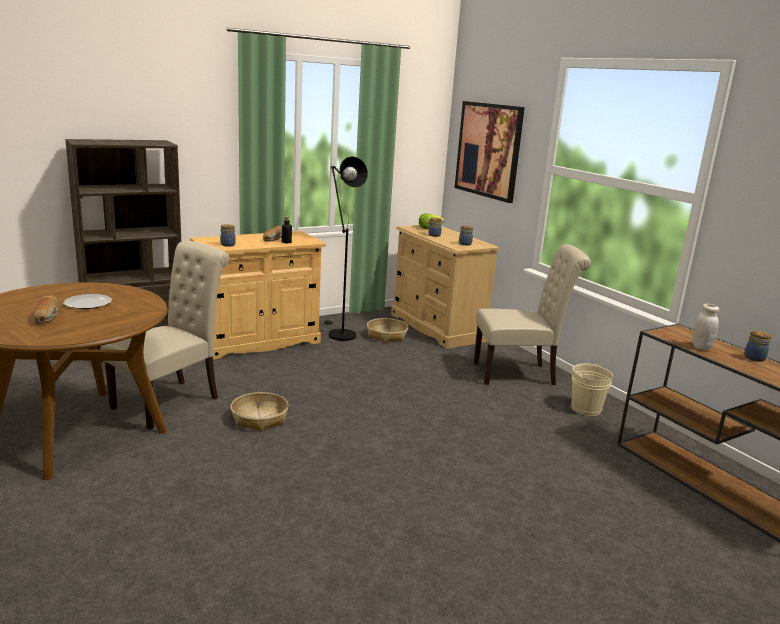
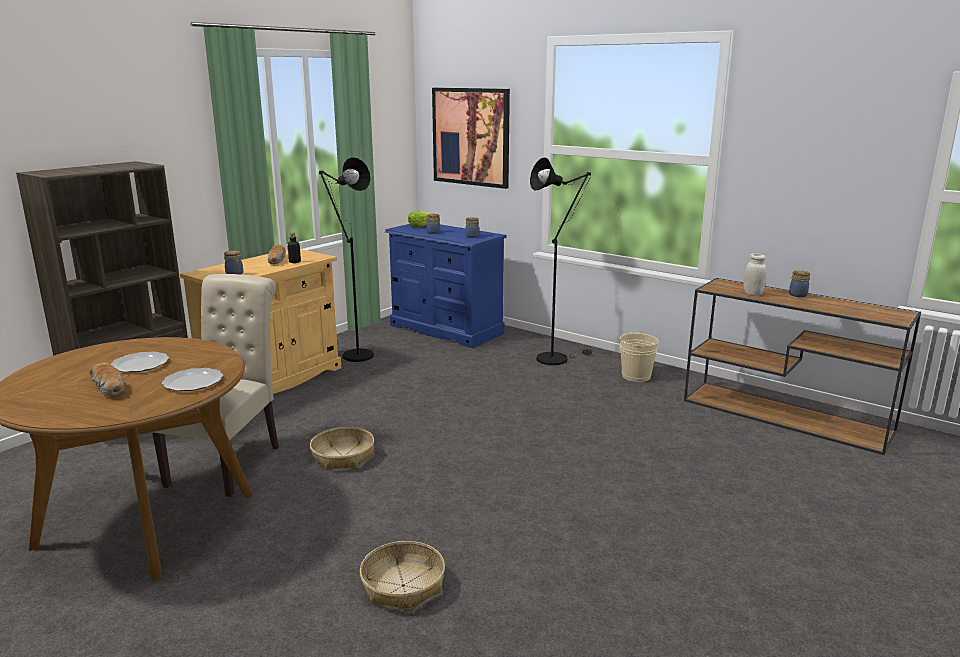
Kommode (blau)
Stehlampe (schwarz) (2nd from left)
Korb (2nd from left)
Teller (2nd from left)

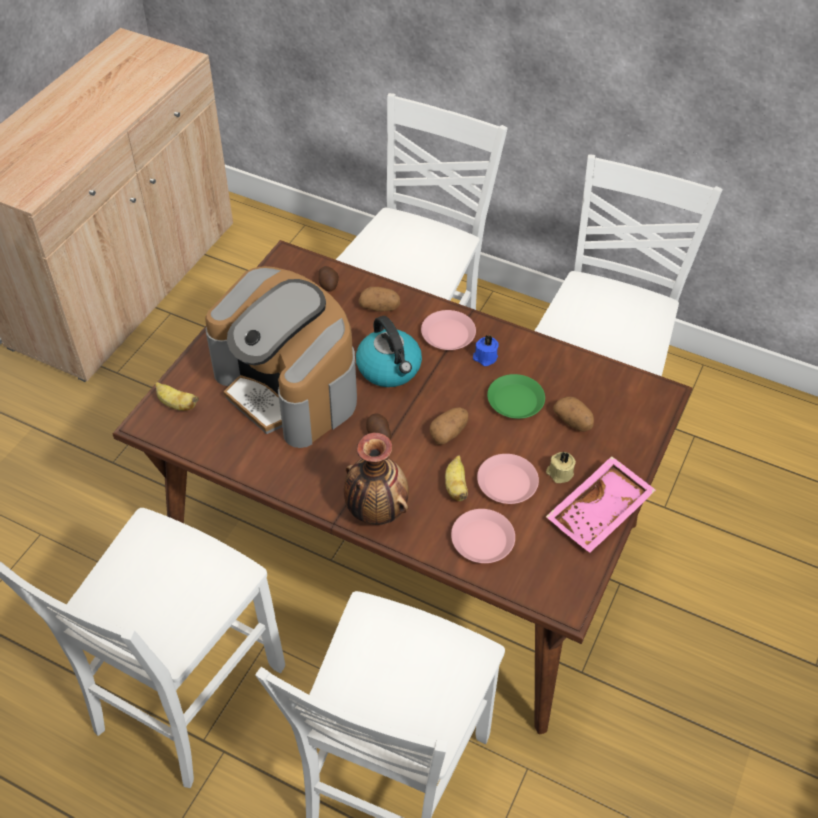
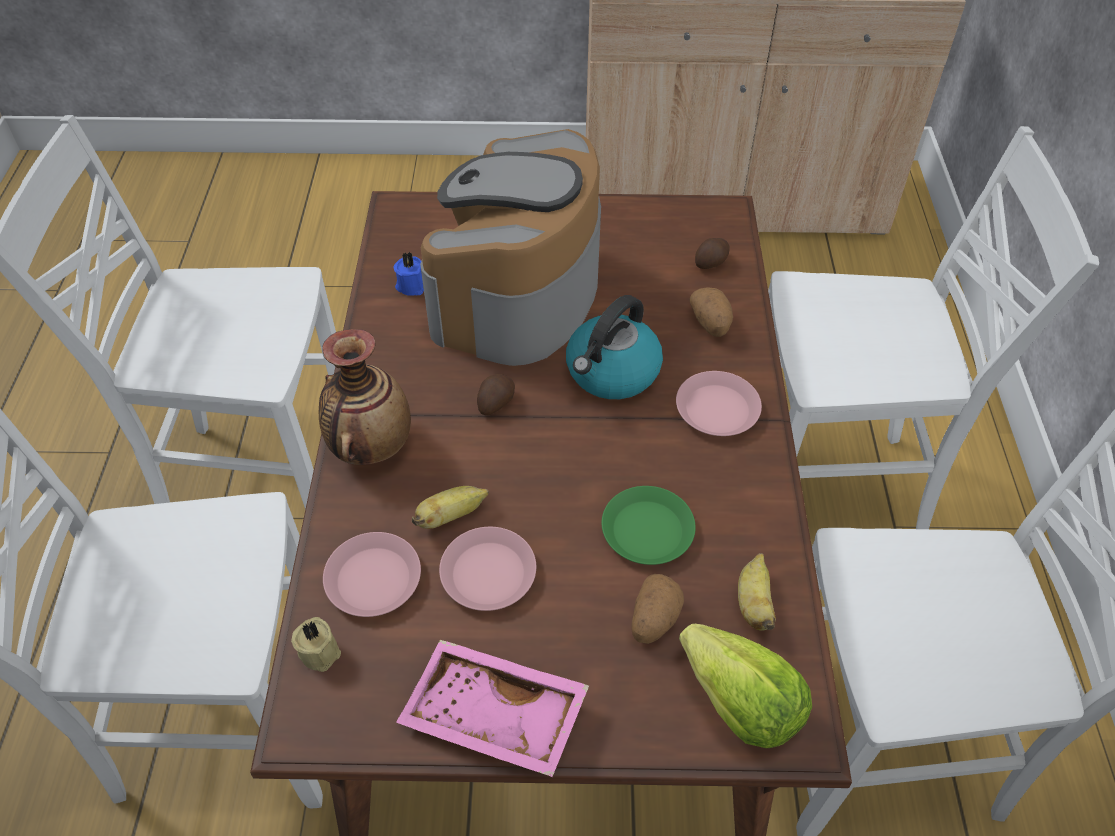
Kerze (blau)
Banane (2nd from left)
Kartoffel (4th from left in the first image)
Kerze (beige)
Salatkopf

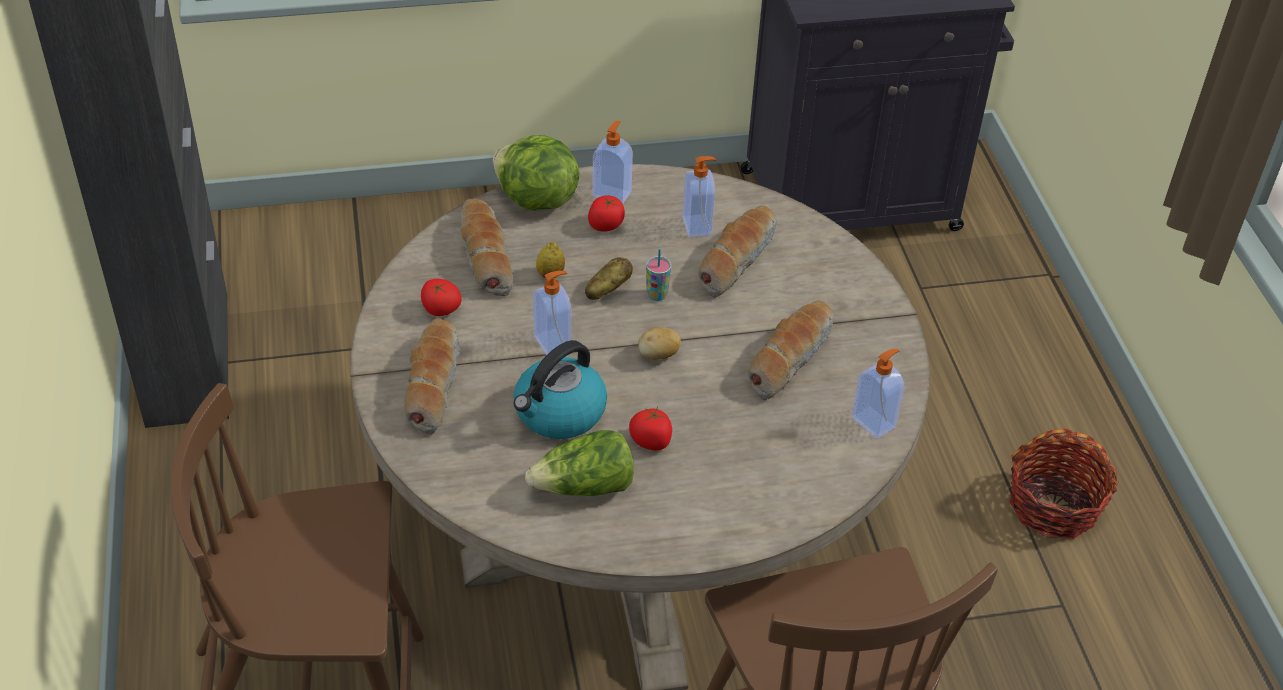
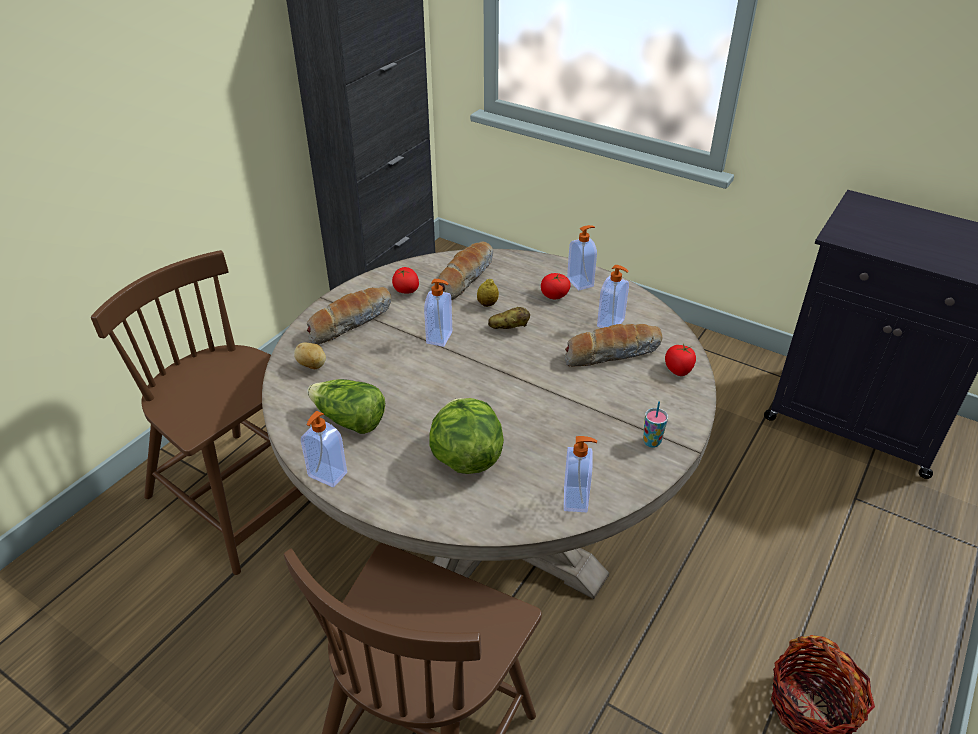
Salatkopf (2nd from left)
Tasse
Brot (4th from left in the first image)
Kartoffel (1st from left)
Wasserkessel
Tomate (3rd from left)
Seifenspender (1st from left)

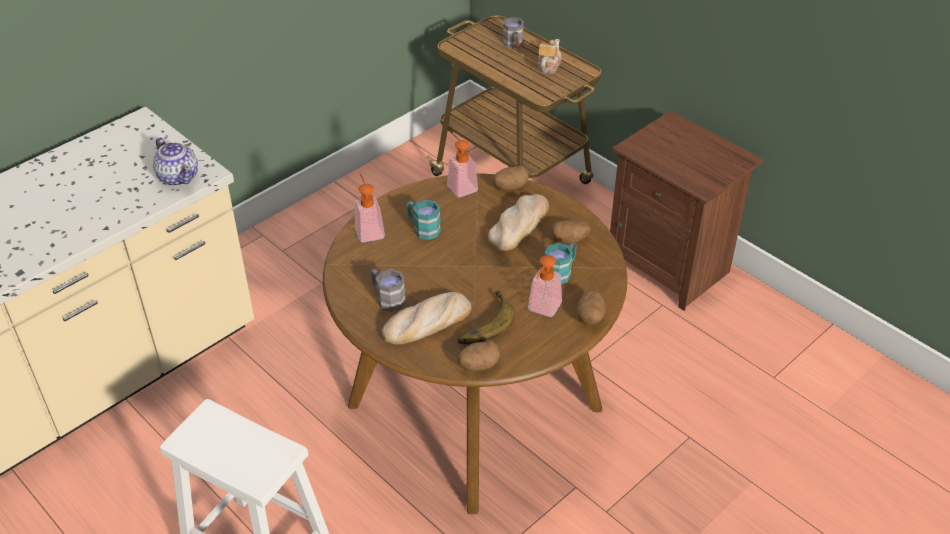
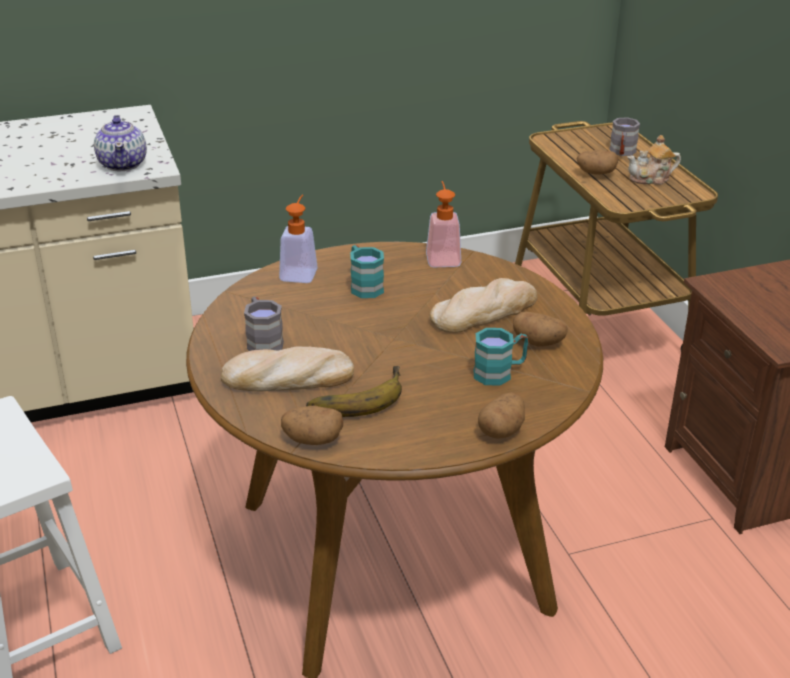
Teekanne (2nd from left)
Kartoffel (4th from left)
Seifenspender (3rd from left in the first image)

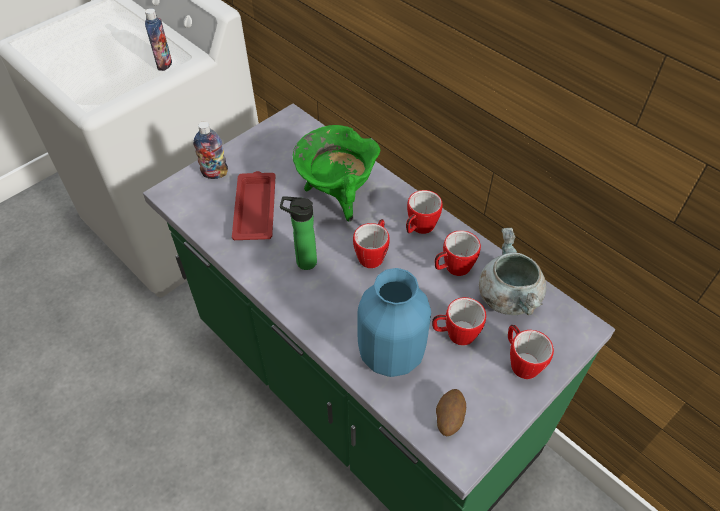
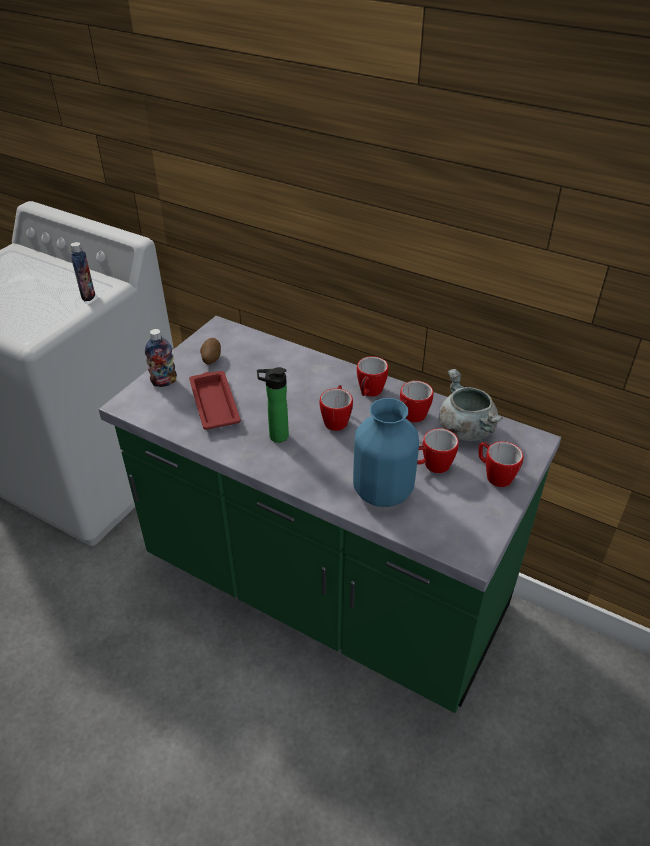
Kochtopf (grün)
Kartoffel

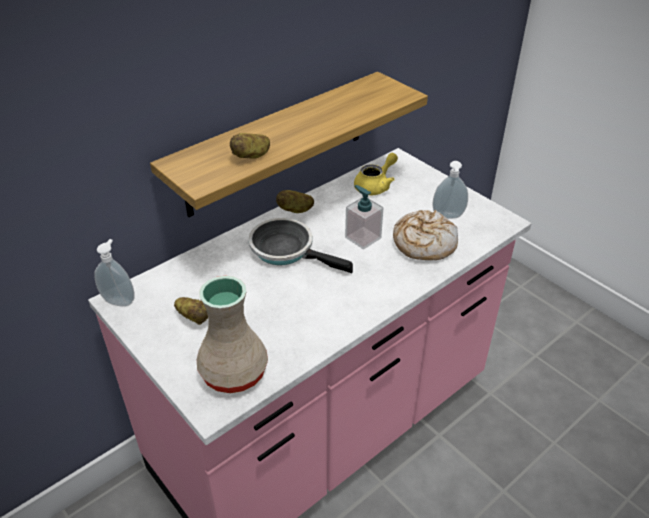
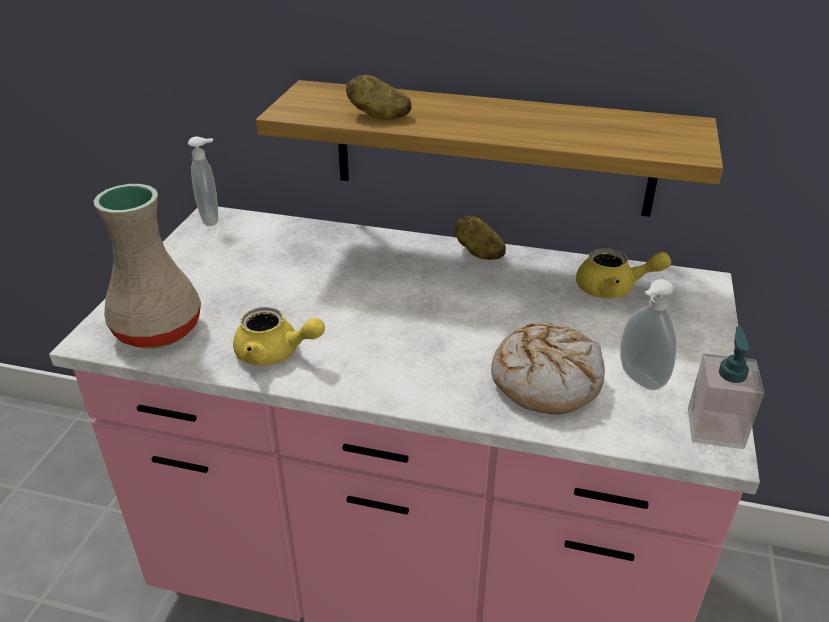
Seifenspender (3rd from left)
Pfanne
Kartoffel (1st from left in the first image)
Teekanne (gelb) (1st from left)

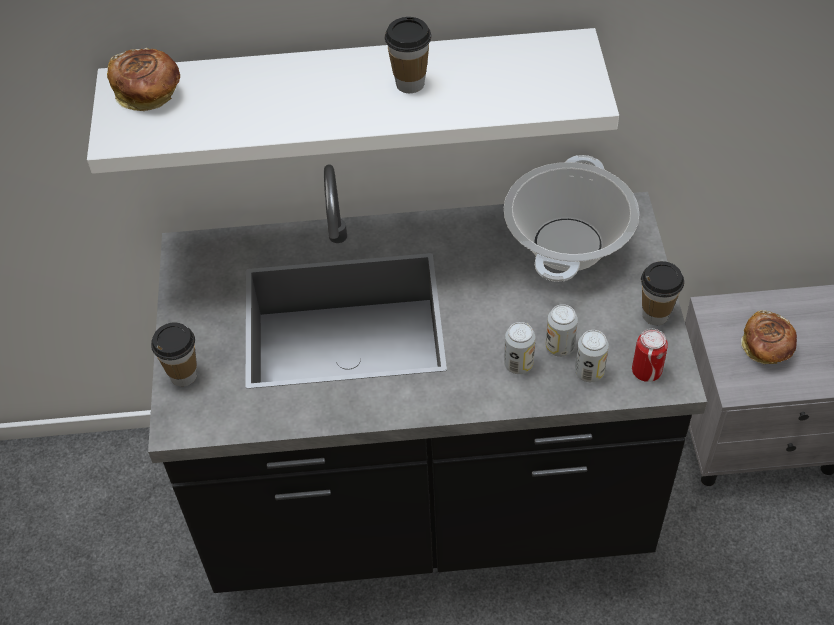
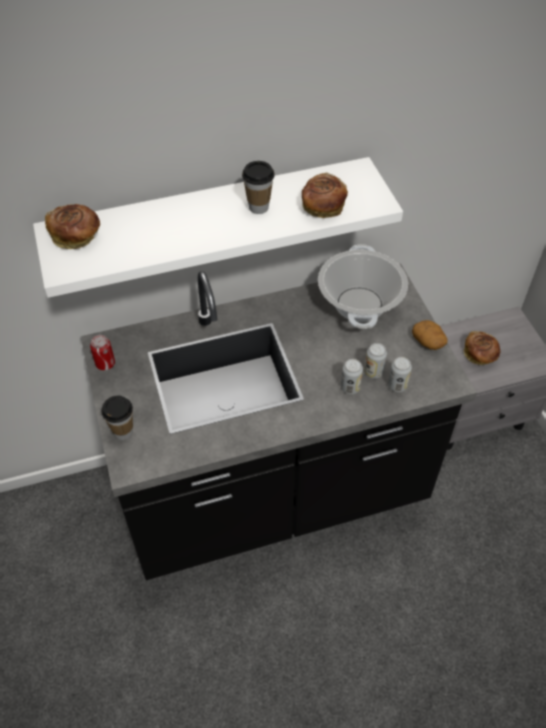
Kartoffel
Dose (1st from left)
Brot (2nd from left)

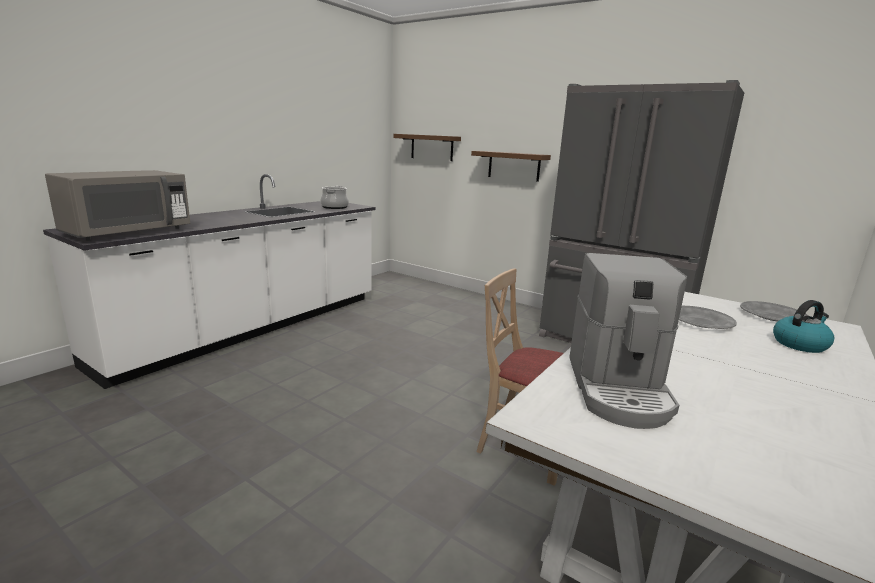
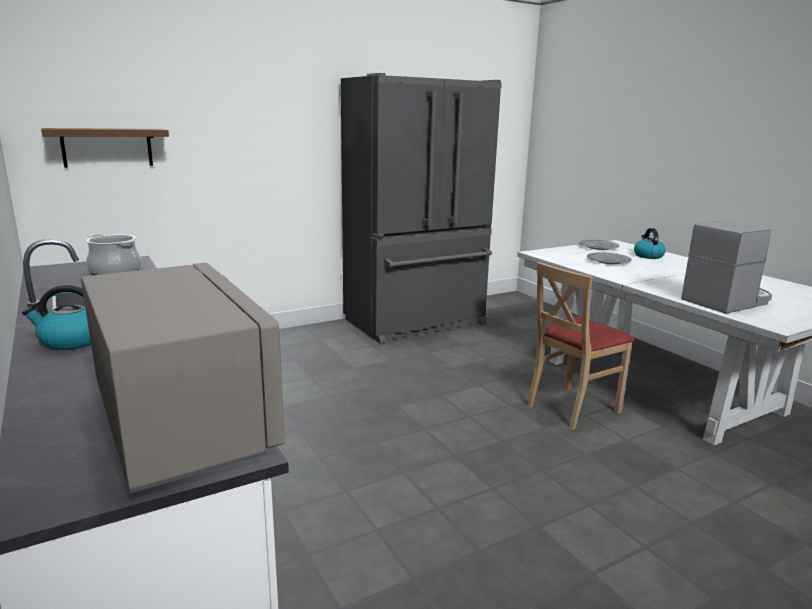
Wandregal (braun) (2nd from left in the first image)
Kaffeemaschine
Wasserkessel (1st from left)

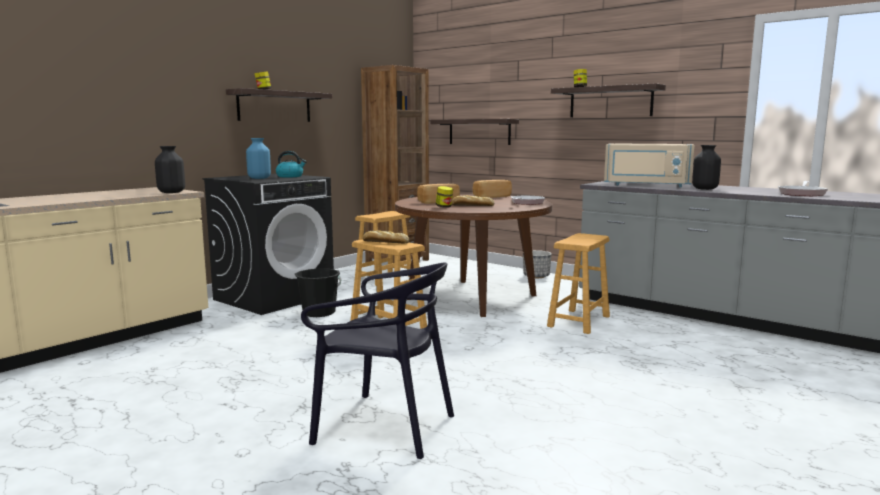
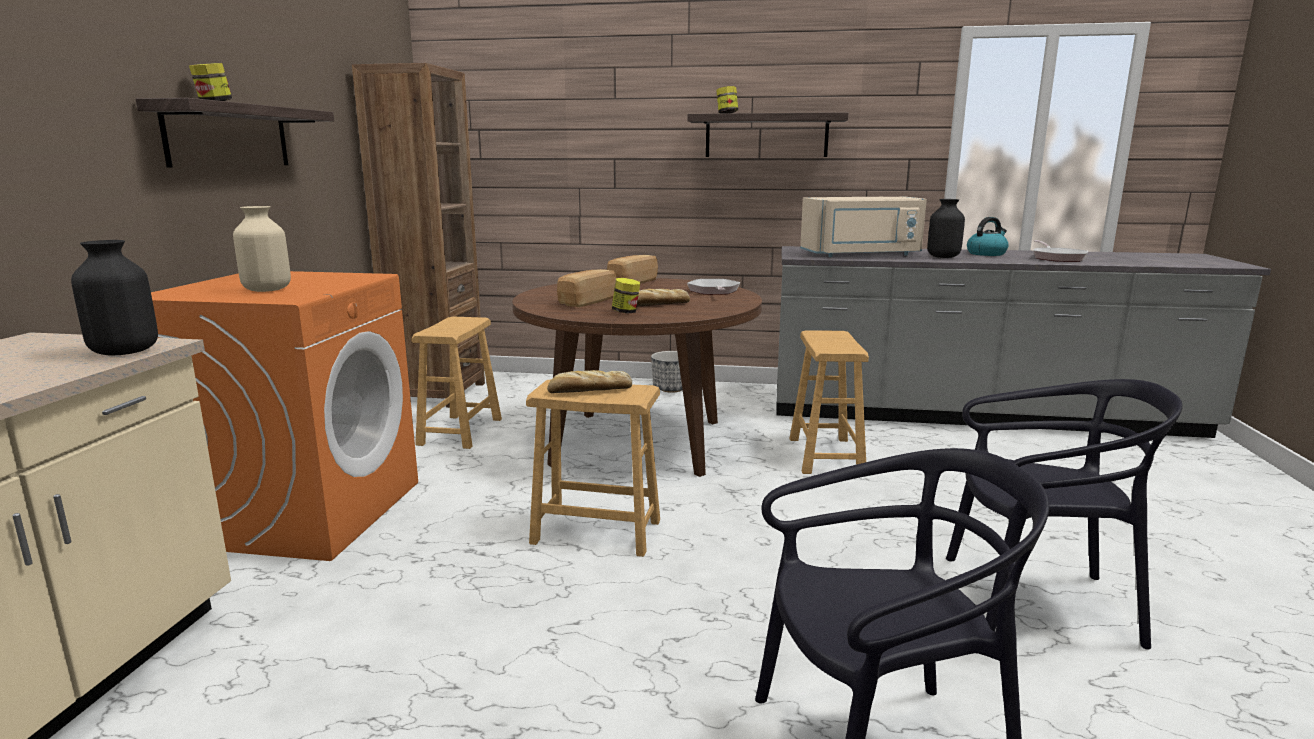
Wandregal (2nd from left in the first image)
Vase (beige)
Wasserkessel
Waschmaschine (orange)
Eimer (schwarz)
Stuhl (schwarz) (2nd from left)

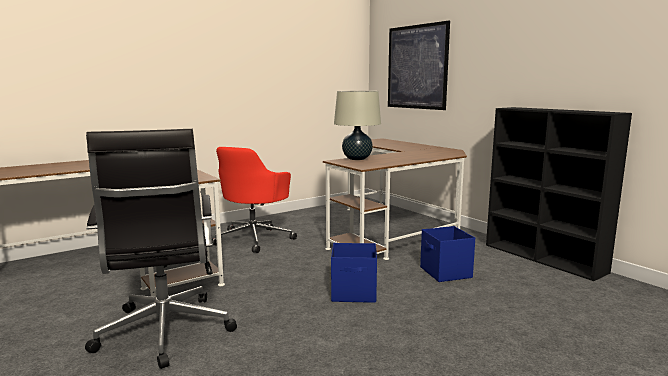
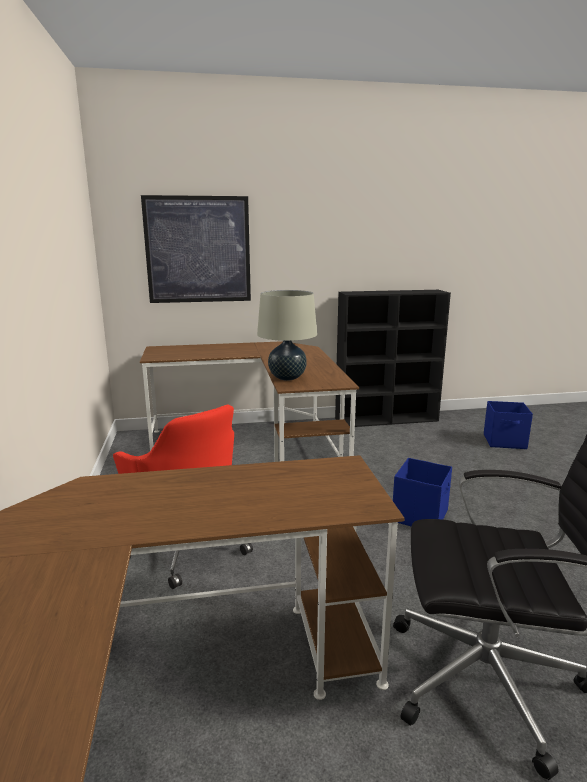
Aufbewahrungsbox (blau) (2nd from left)

